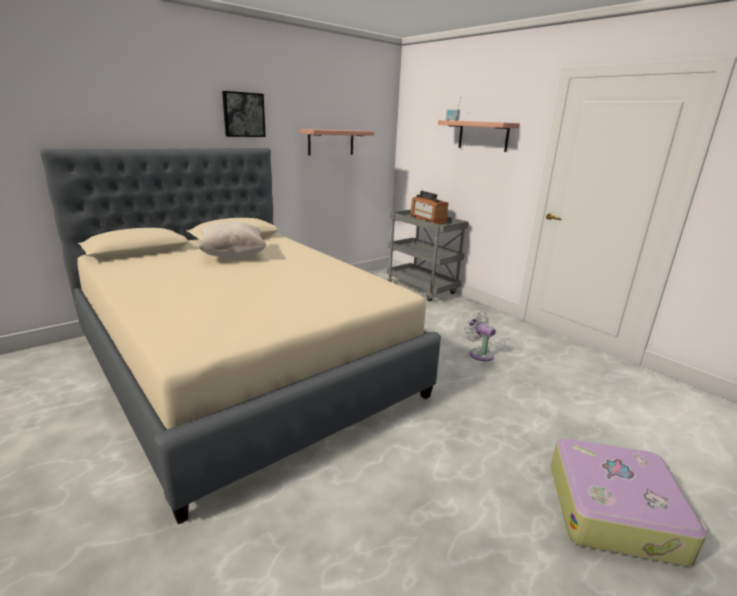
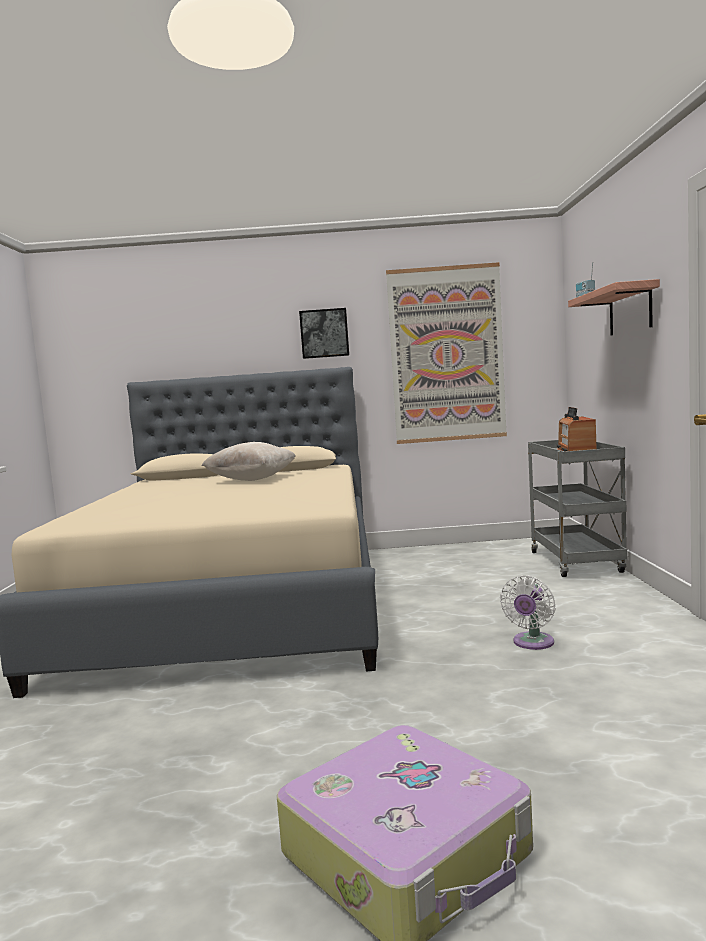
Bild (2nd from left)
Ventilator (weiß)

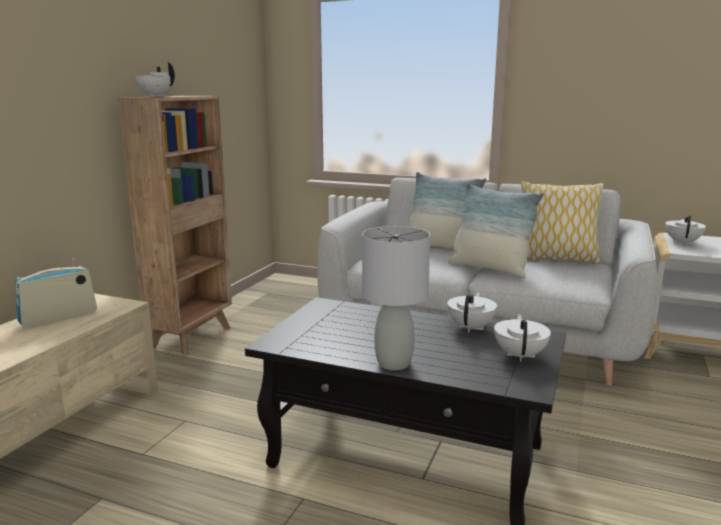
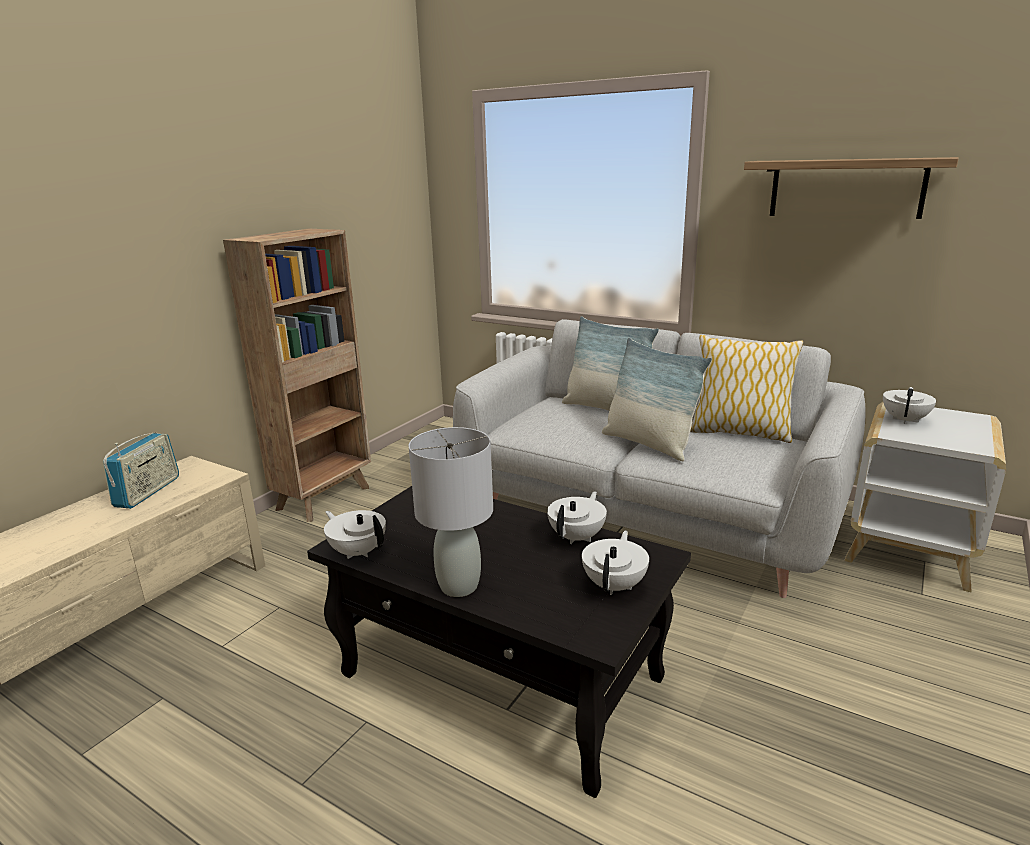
Teekanne (weiß) (1st from left)
Radio
Wandregal

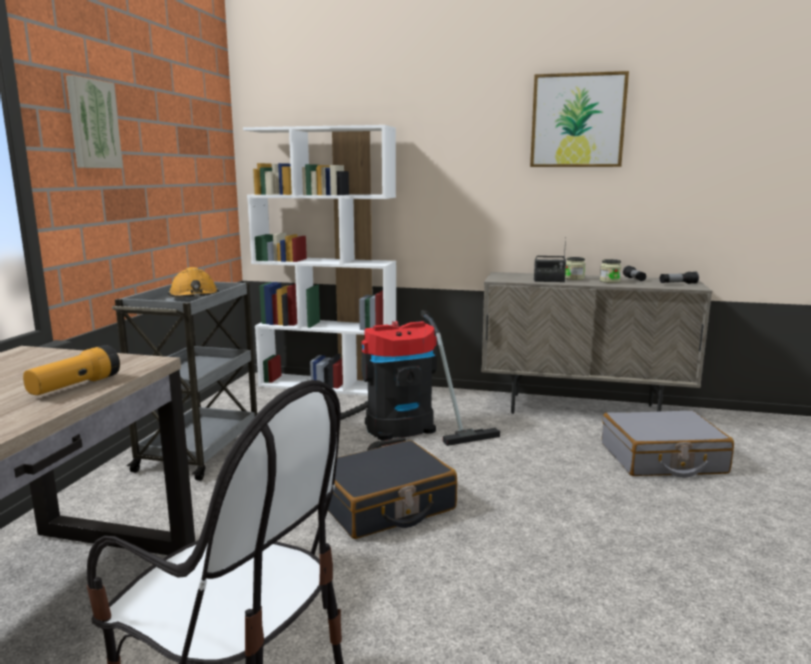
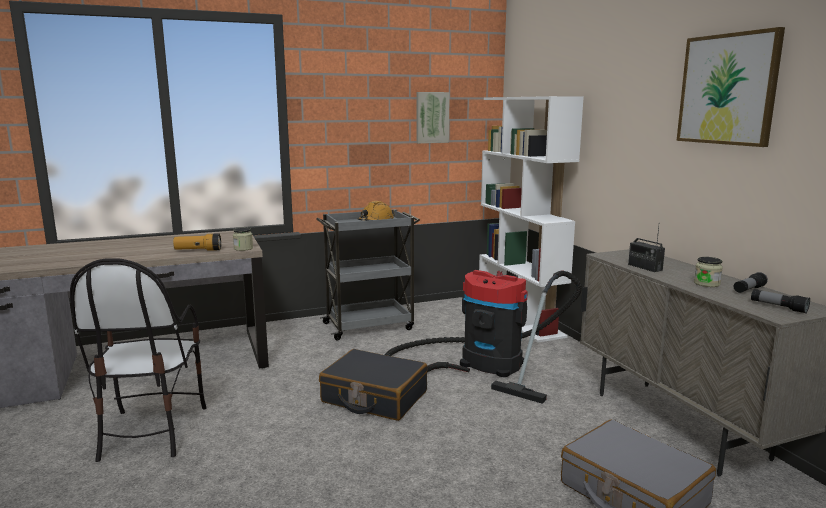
Bild (1st from left)
Vorratsglas (1st from left)

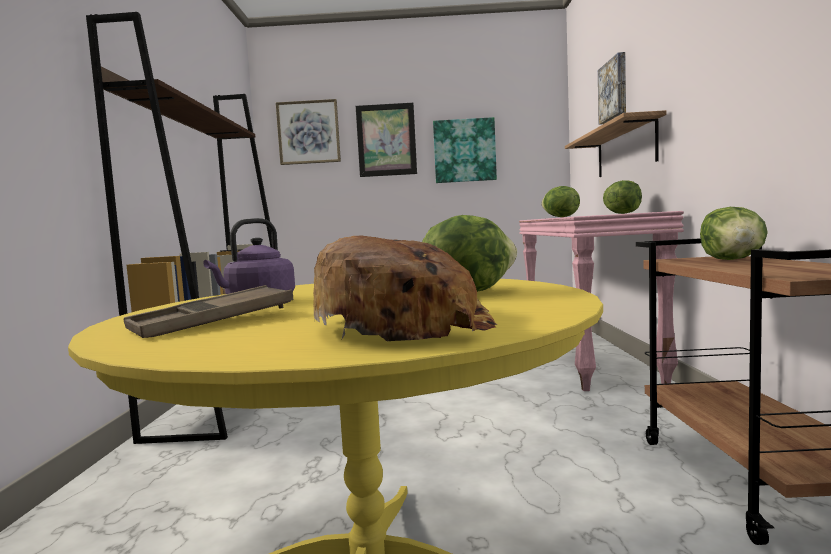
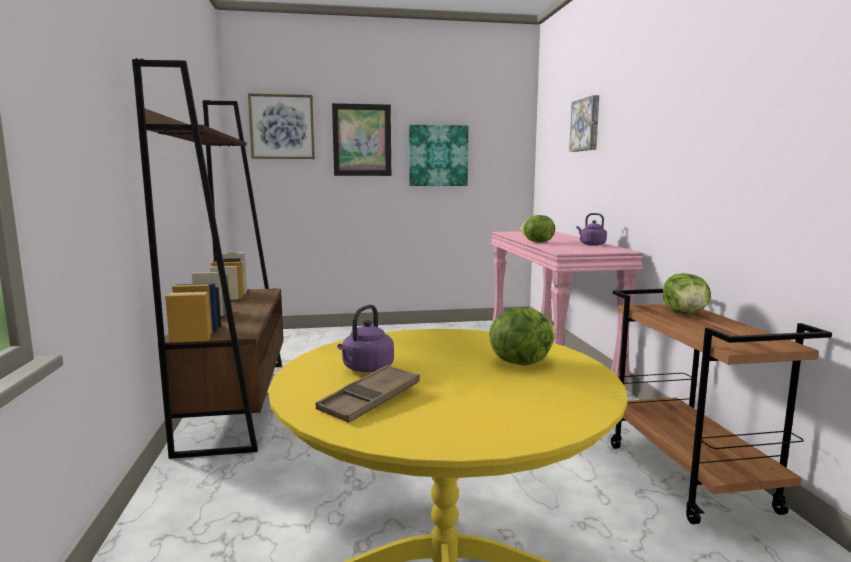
Wandregal
Wasserkessel (lila) (2nd from left)
Brot

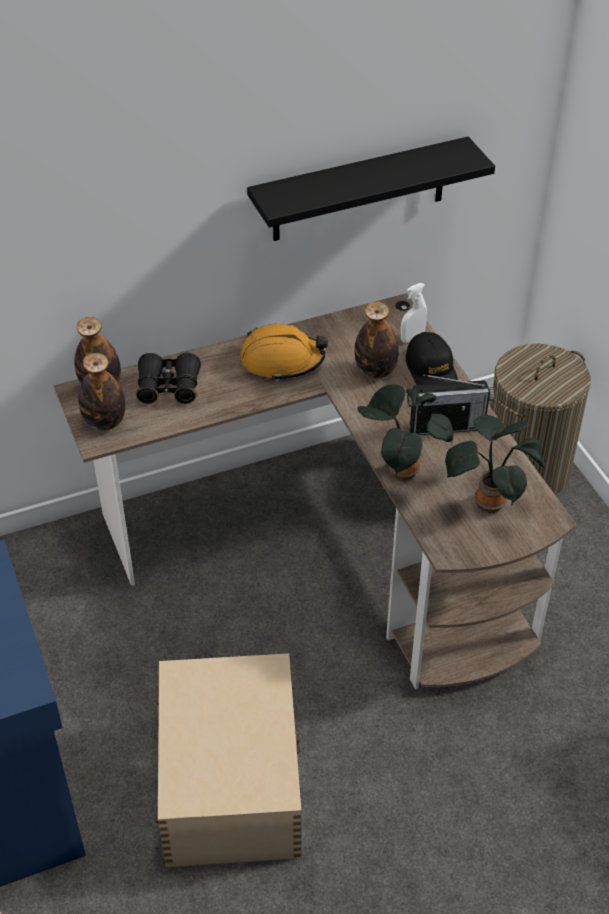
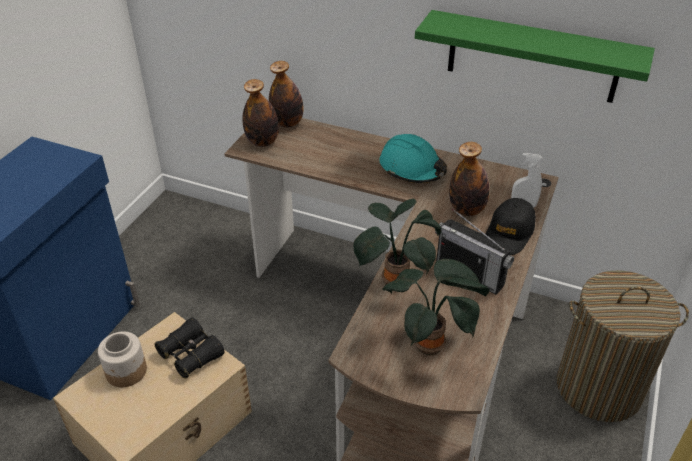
Wandregal (grün)
Schutzhelm (türkis)
Fernglas (schwarz)
Vorratsglas

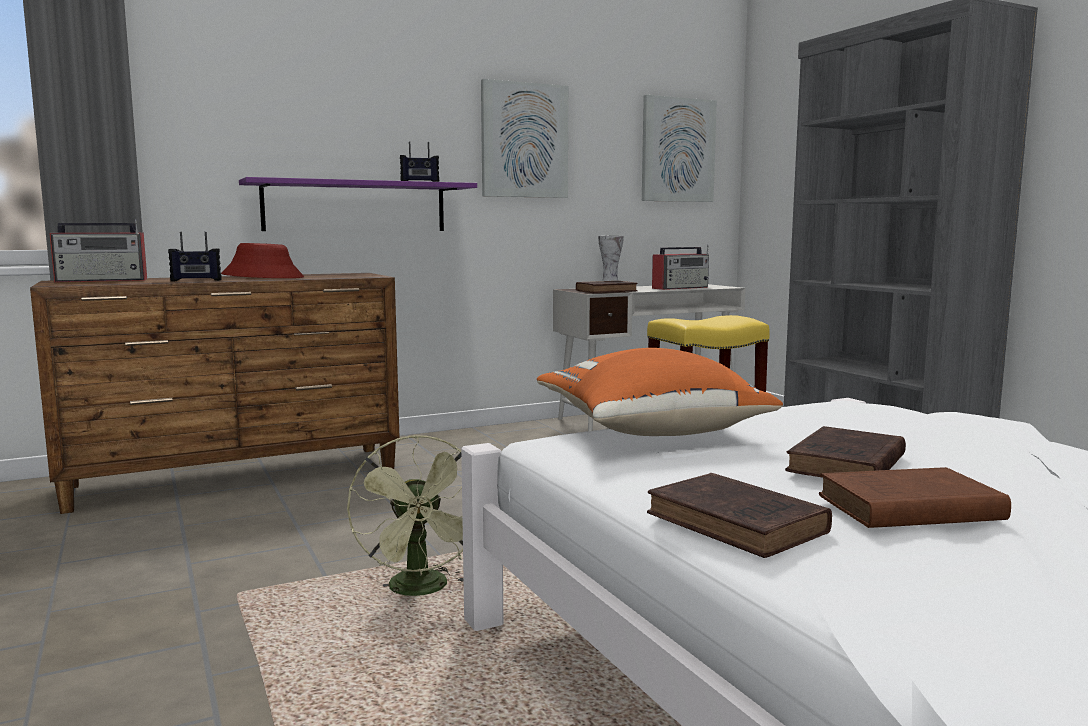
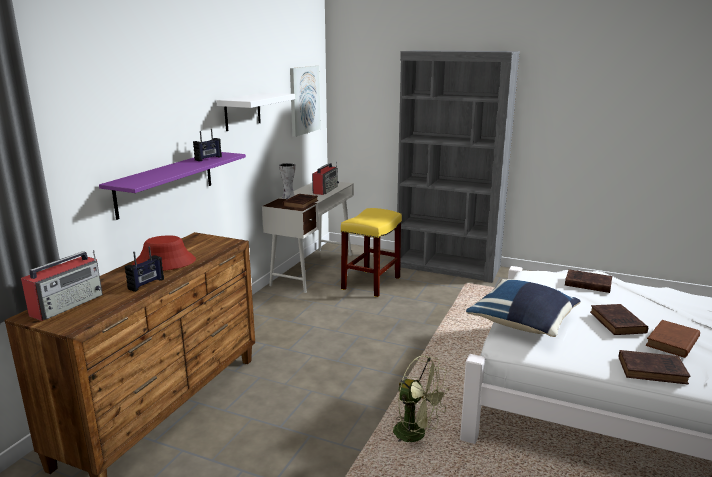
Wandregal (weiß)
Kissen (blau)
Buch (braun) (2nd from left)

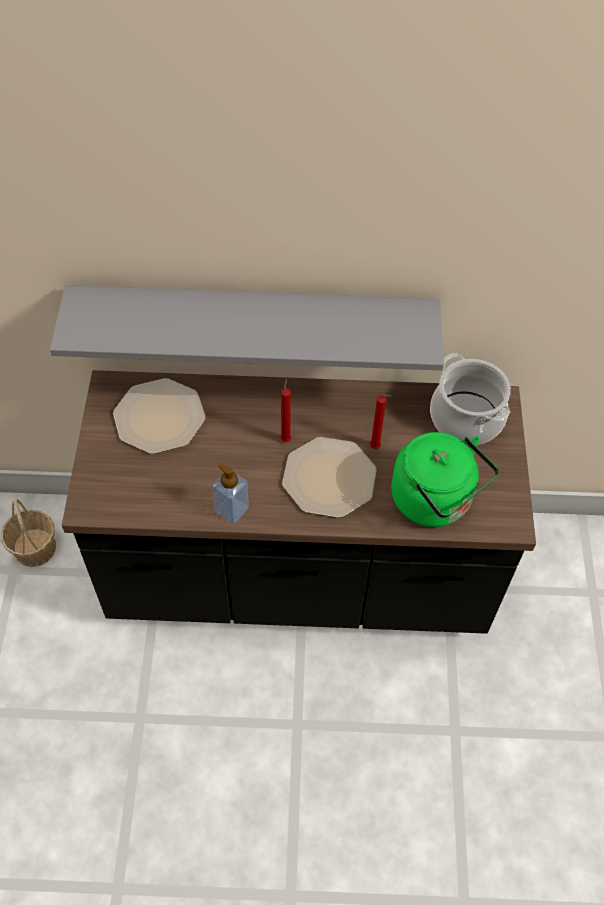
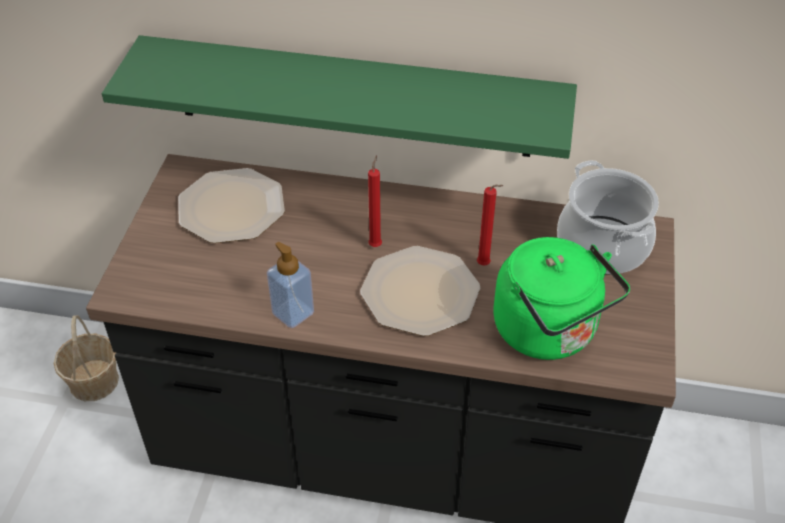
Wandregal (grün)

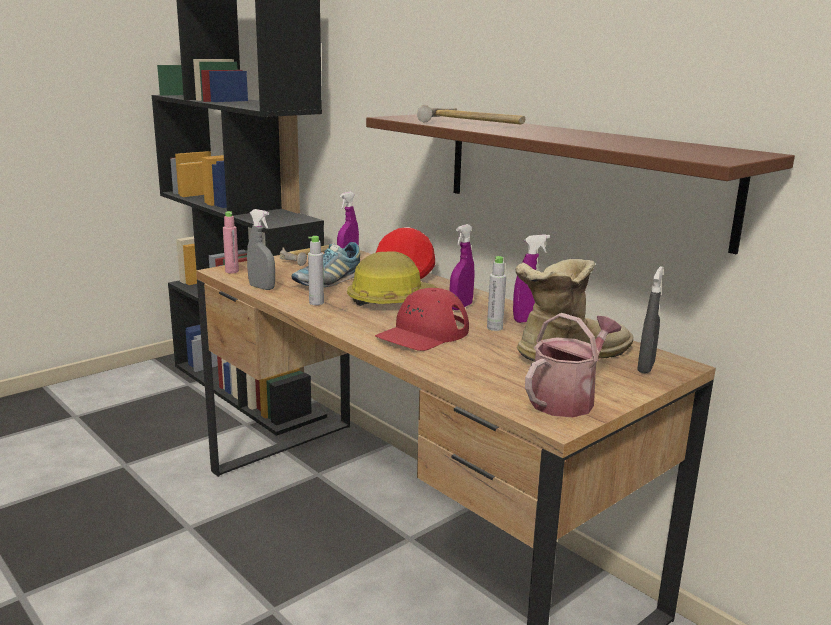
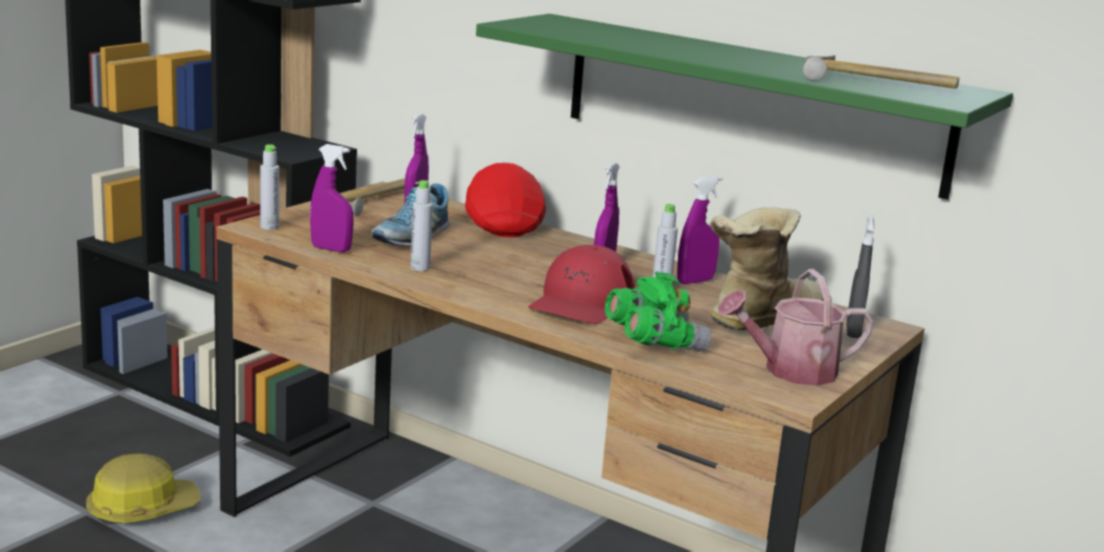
Hammer (2nd from left)
Wandregal (grün)
Sprühflasche (lila) (1st from left)
Flasche (grau) (1st from left)
Schutzhelm
Gießkanne
Fernglas (grün)

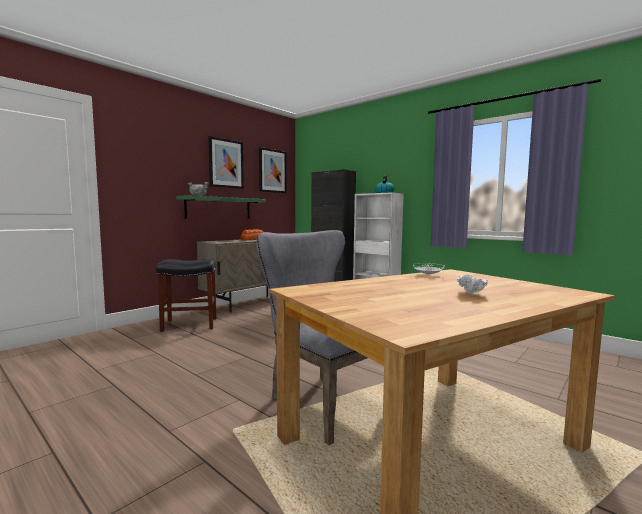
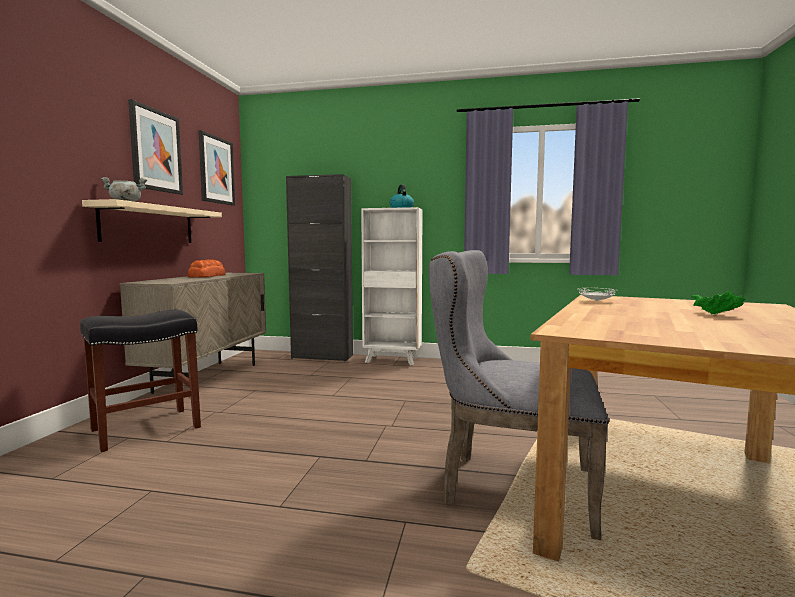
Wandregal (beige)
Schüssel (grün)

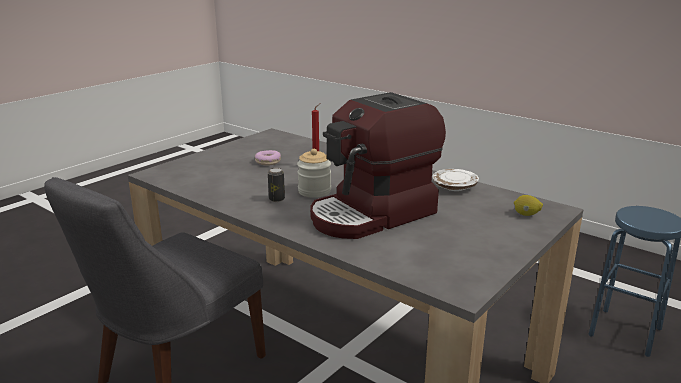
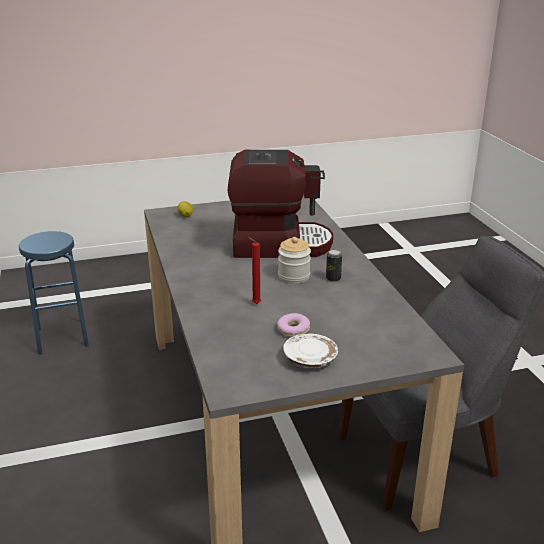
Teller (weiß)

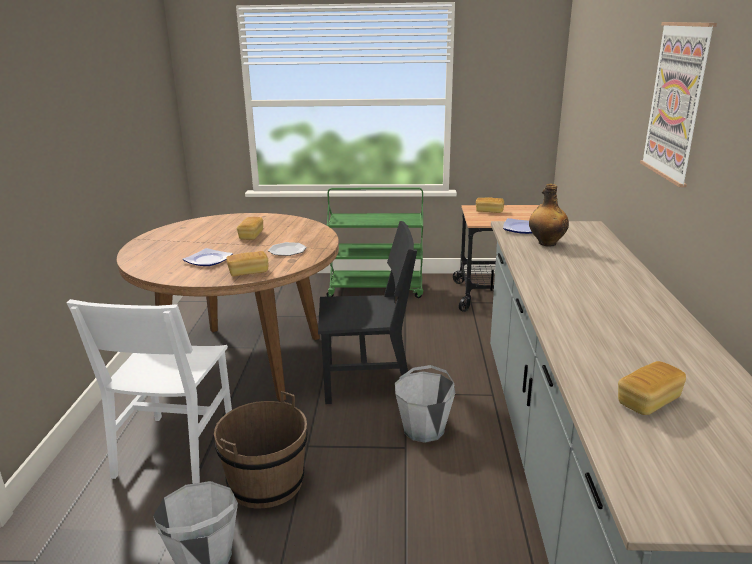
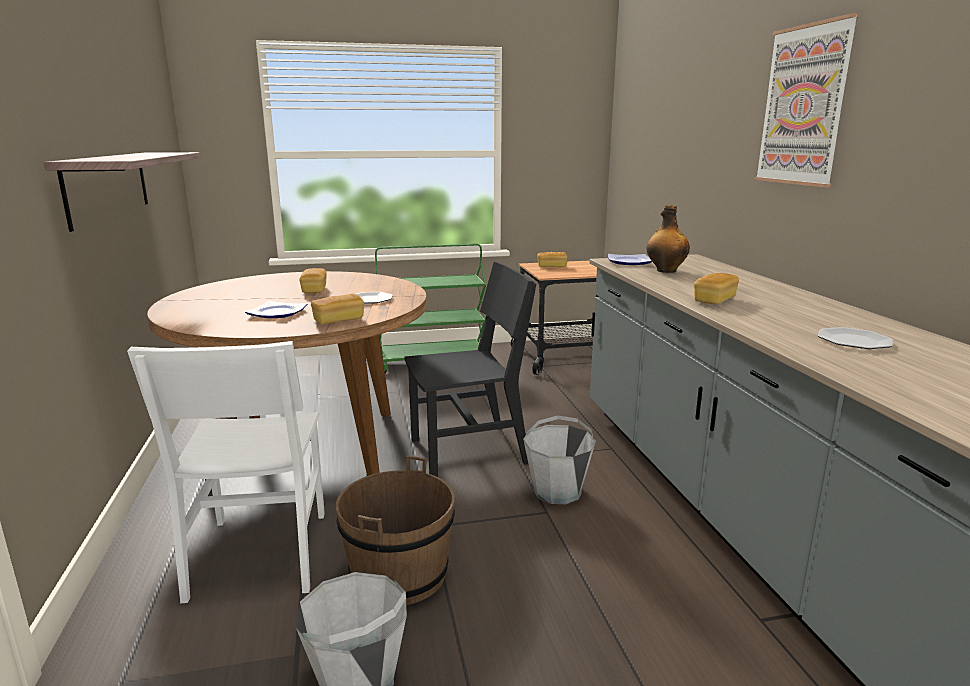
Brot (4th from left)
Wandregal
Teller (4th from left)

